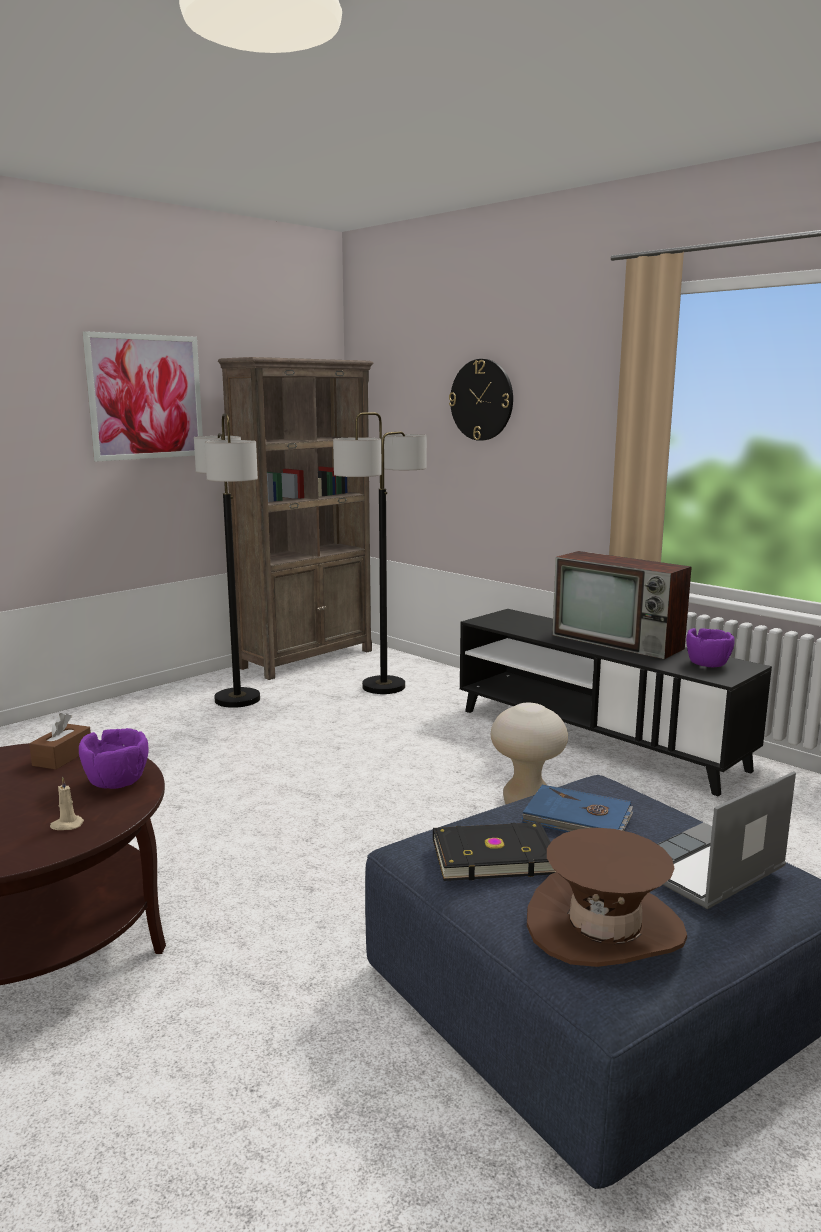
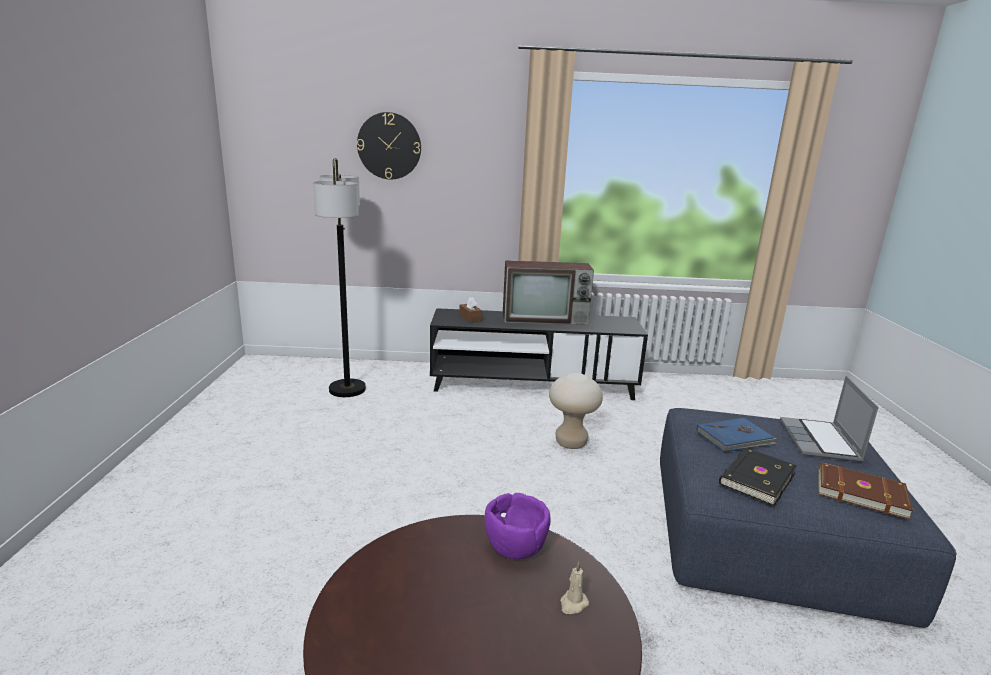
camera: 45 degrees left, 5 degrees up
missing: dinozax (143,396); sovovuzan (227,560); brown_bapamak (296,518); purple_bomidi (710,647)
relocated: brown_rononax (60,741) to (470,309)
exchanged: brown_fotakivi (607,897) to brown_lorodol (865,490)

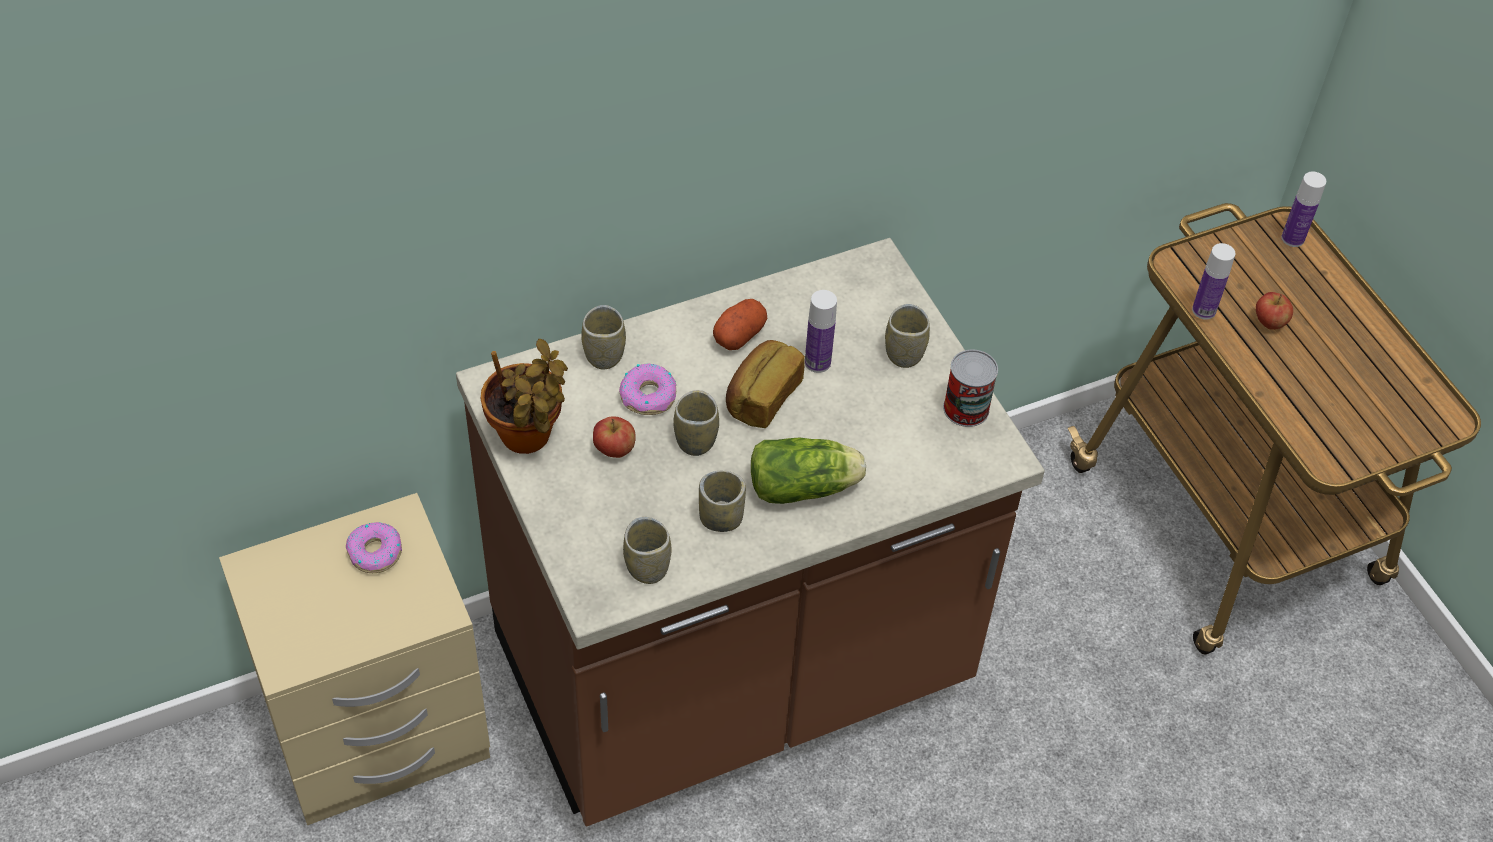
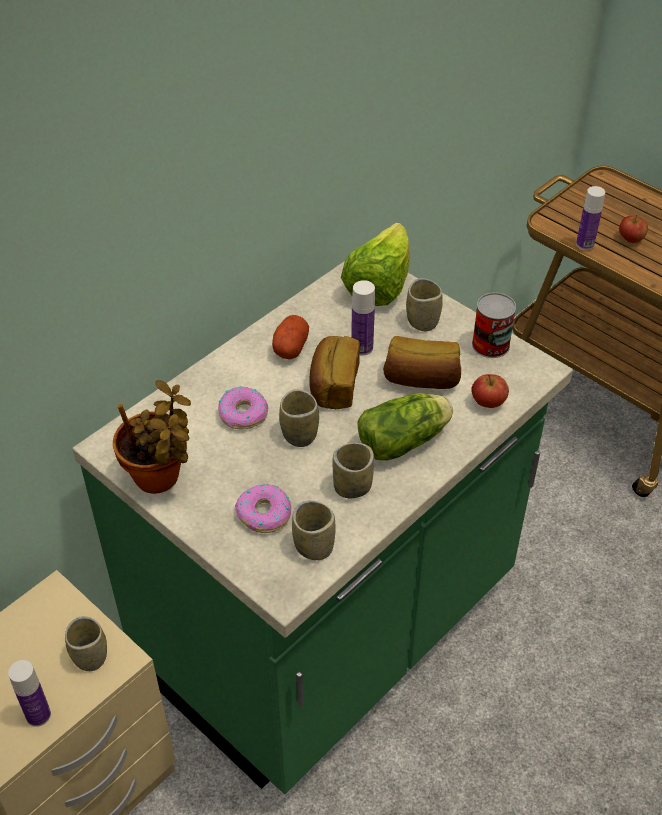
camera: 20 degrees left, 5 degrees down
appeared: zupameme (375,264); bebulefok (422,362)
relocated: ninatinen (1303,209) to (29,693); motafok (603,337) to (86,643); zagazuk (374,547) to (263,508); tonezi (614,437) to (490,391)
colour: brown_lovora (750,532) to green_lovora (322,527)

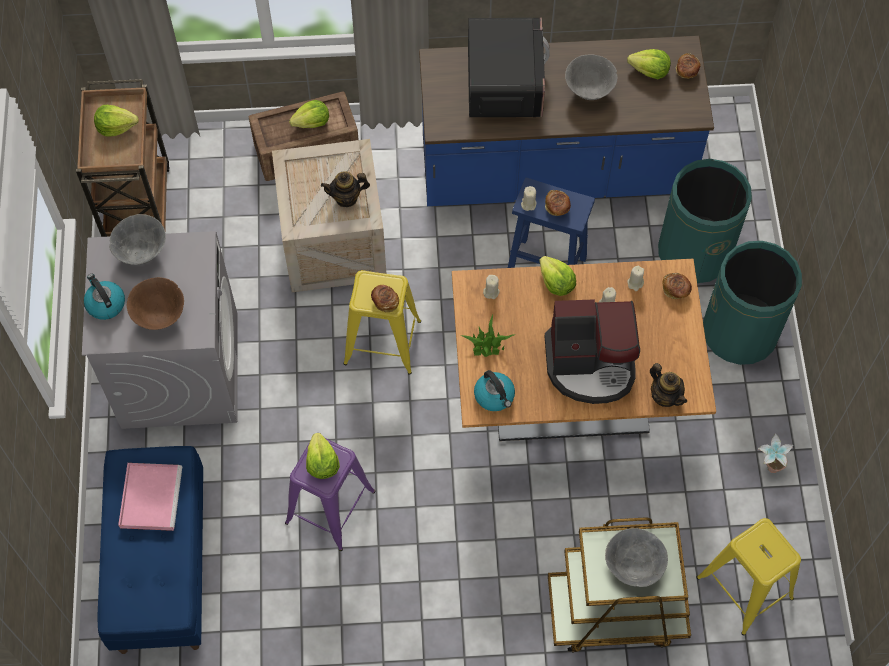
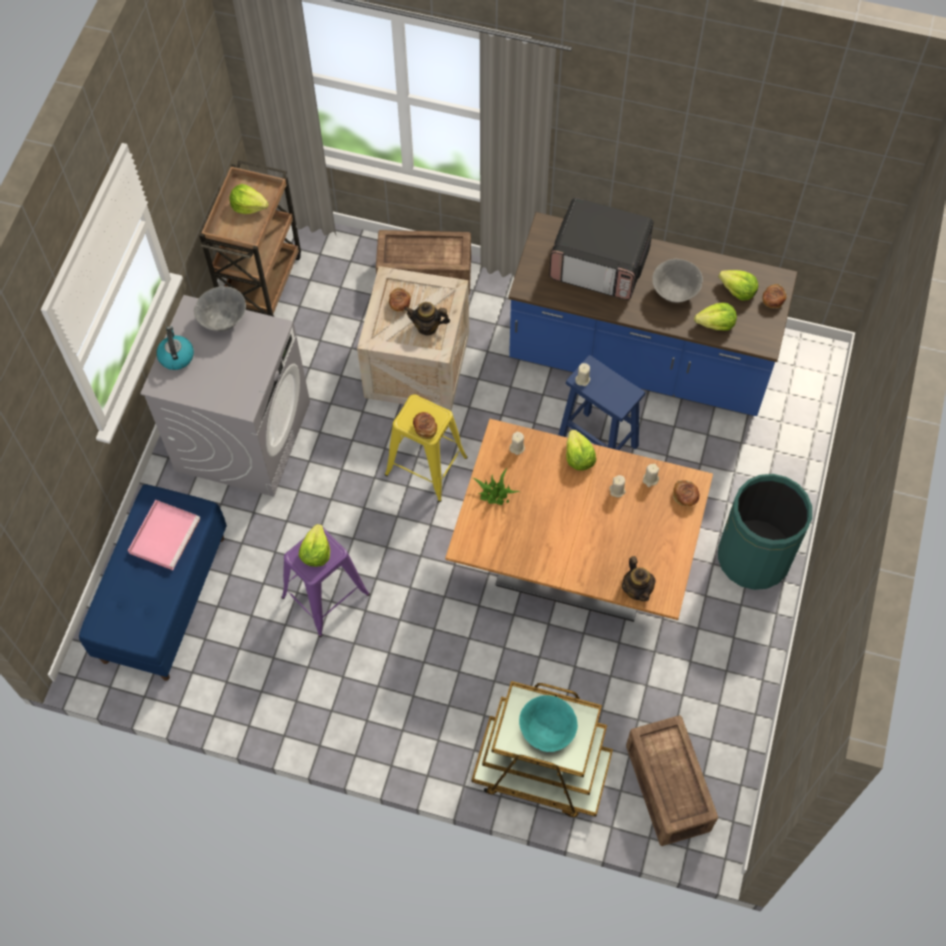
camera: 20 degrees right, 0 degrees up
missing: brown_bomidi (155,303); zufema (494,390); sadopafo (592,351); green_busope (705,221); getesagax (775,453)
relocated: bebulefok (558,203) to (400,300); zupameme (309,114) to (715,317)
exchanged: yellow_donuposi (749,577) to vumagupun (672,780)
colour: grey_bomidi (636,557) to turquoise_bomidi (548,723)
spun: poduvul (509,67) = (601,249) 90 degrees clockwise

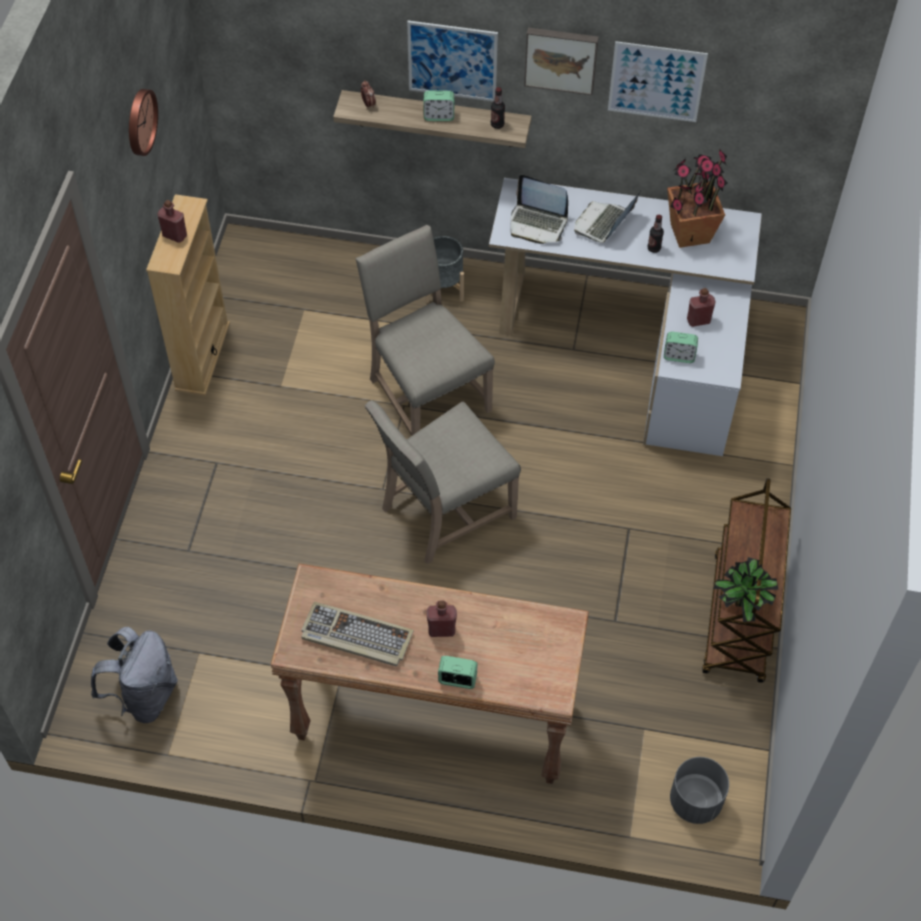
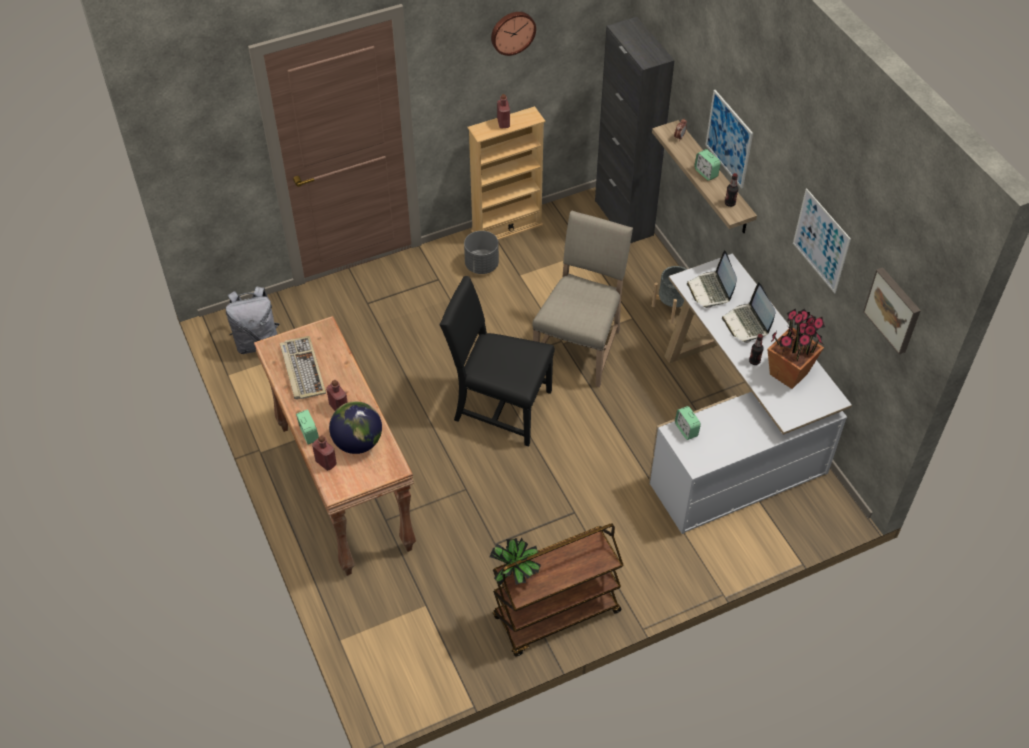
camera: 55 degrees right, 5 degrees down
appeared: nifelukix (355,427); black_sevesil (635,130)
relocated: red_ninatinen (701,307) to (324,453); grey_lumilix (699,790) to (481,252); dinozax (561,61) to (892,310)
colour: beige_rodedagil (443,482) to black_rodedagil (497,361)
spun: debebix (607,216) = (749,312) 105 degrees counterclockwise

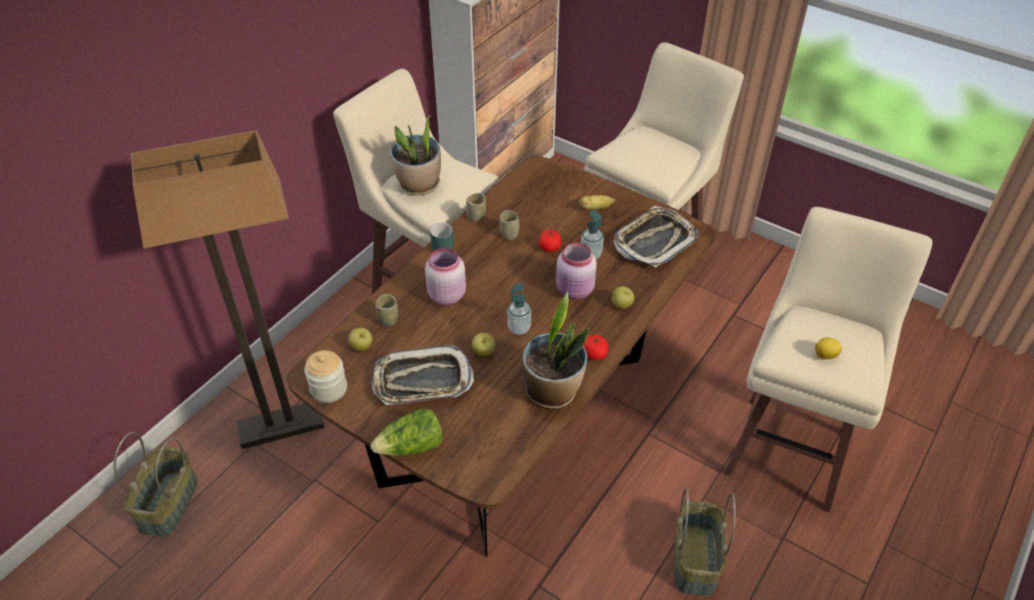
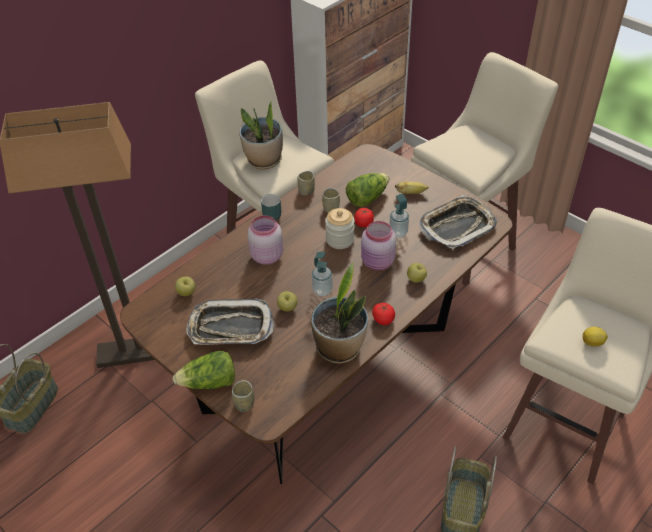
camera: 10 degrees right, 0 degrees up
appeared: zupameme (368,190)
relocated: motafok (386,310) to (243,396); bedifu (325,376) to (340,228)

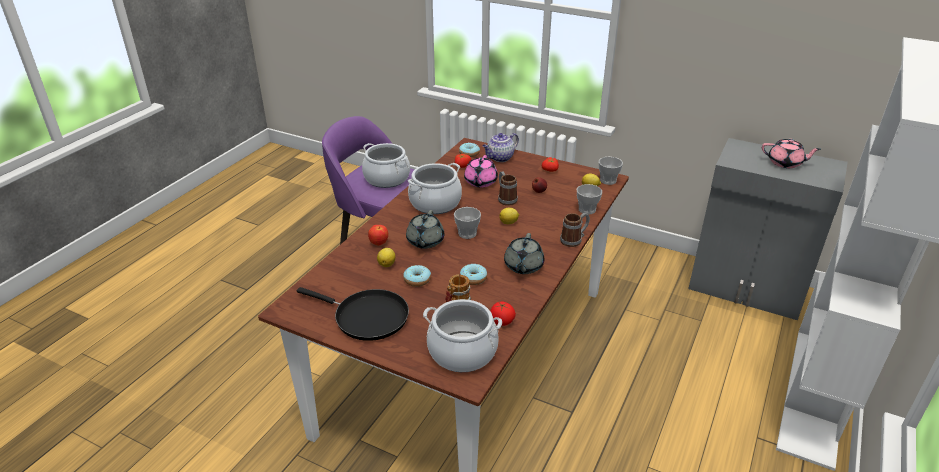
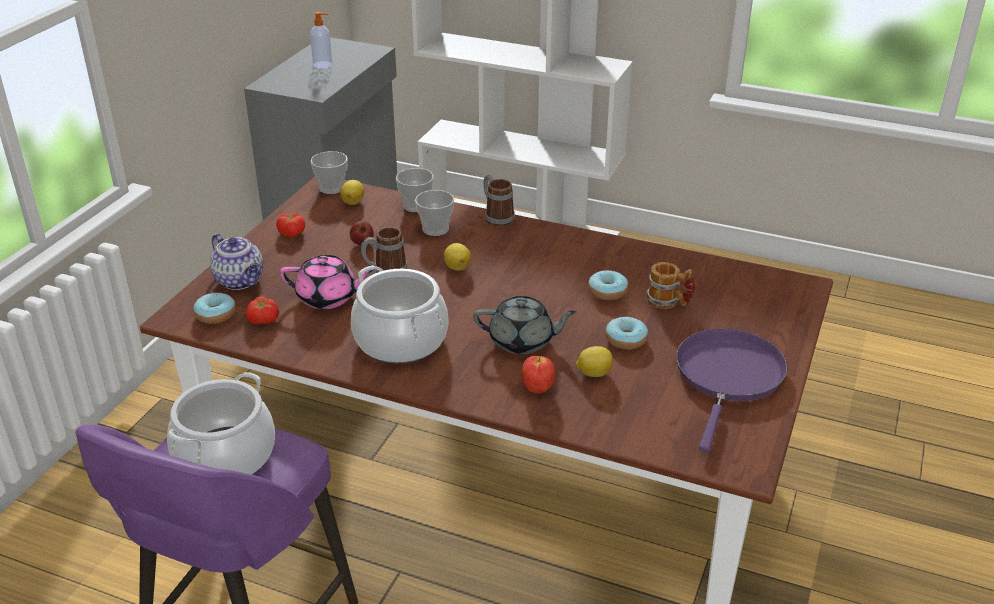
camera: 95 degrees left, 0 degrees up
missing: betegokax (462,335); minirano (503,313); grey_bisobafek (524,253)
relocated: motafok (467,223) to (434,213)
exchanged: pink_bisobafek (791,153) to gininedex (321,40)
colour: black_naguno (353,314) to purple_naguno (731,390)

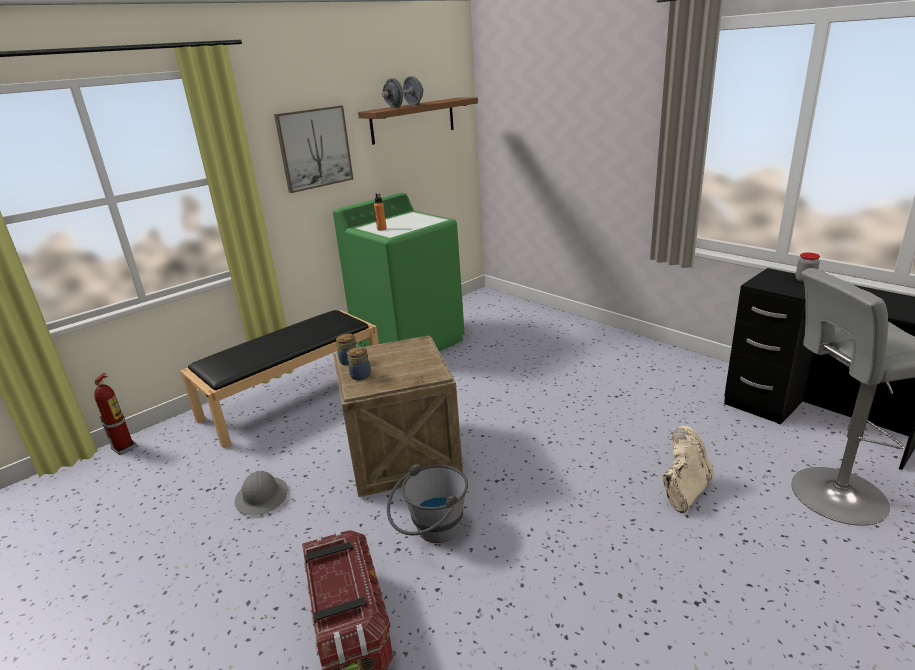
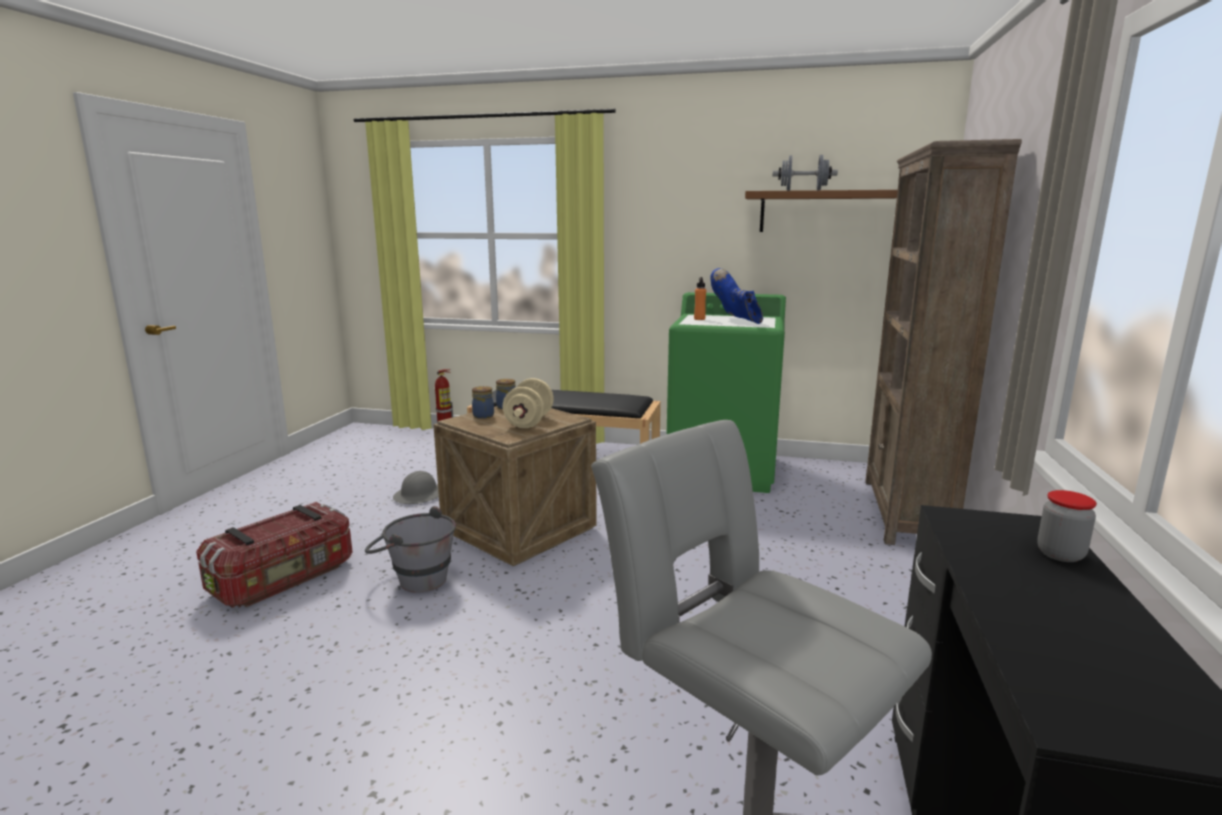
camera: 55 degrees right, 10 degrees down
missing: dinozax (313,149); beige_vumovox (688,469)
appeared: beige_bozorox (528,403); blue_vumovox (736,296); brown_bapamak (943,342)

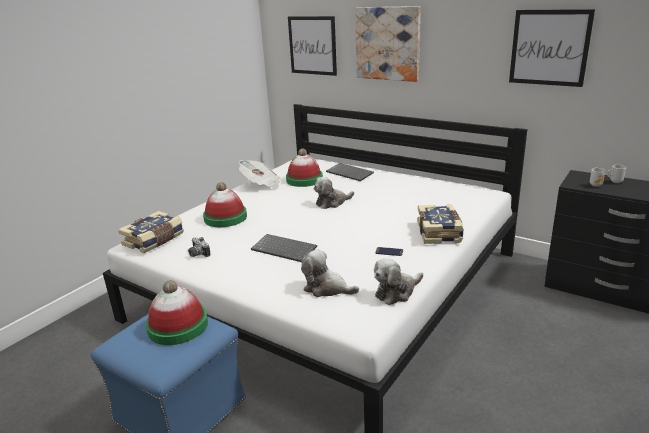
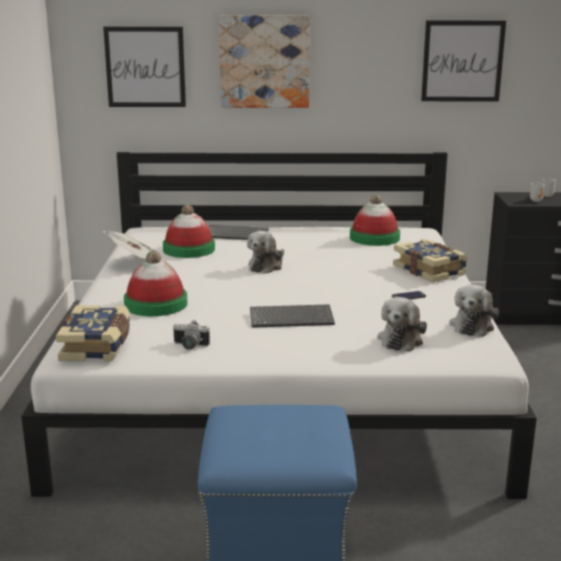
camera: 35 degrees left, 5 degrees down
relocated: fotakivi (177,312) to (375,220)
spun: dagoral (330,273) = (402,324) 60 degrees counterclockwise

